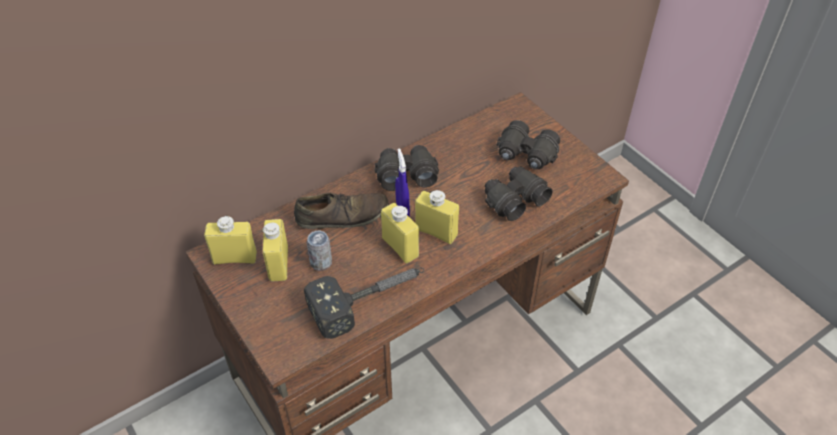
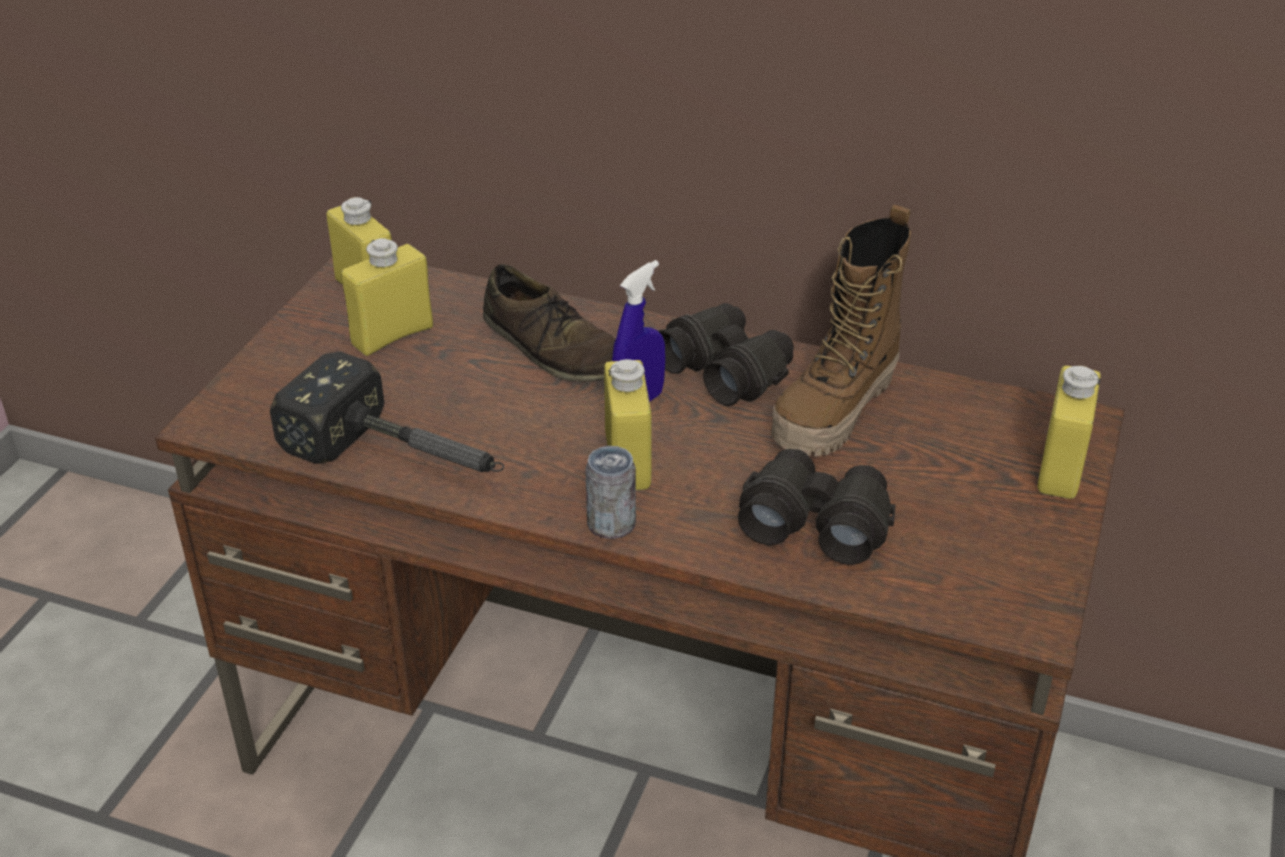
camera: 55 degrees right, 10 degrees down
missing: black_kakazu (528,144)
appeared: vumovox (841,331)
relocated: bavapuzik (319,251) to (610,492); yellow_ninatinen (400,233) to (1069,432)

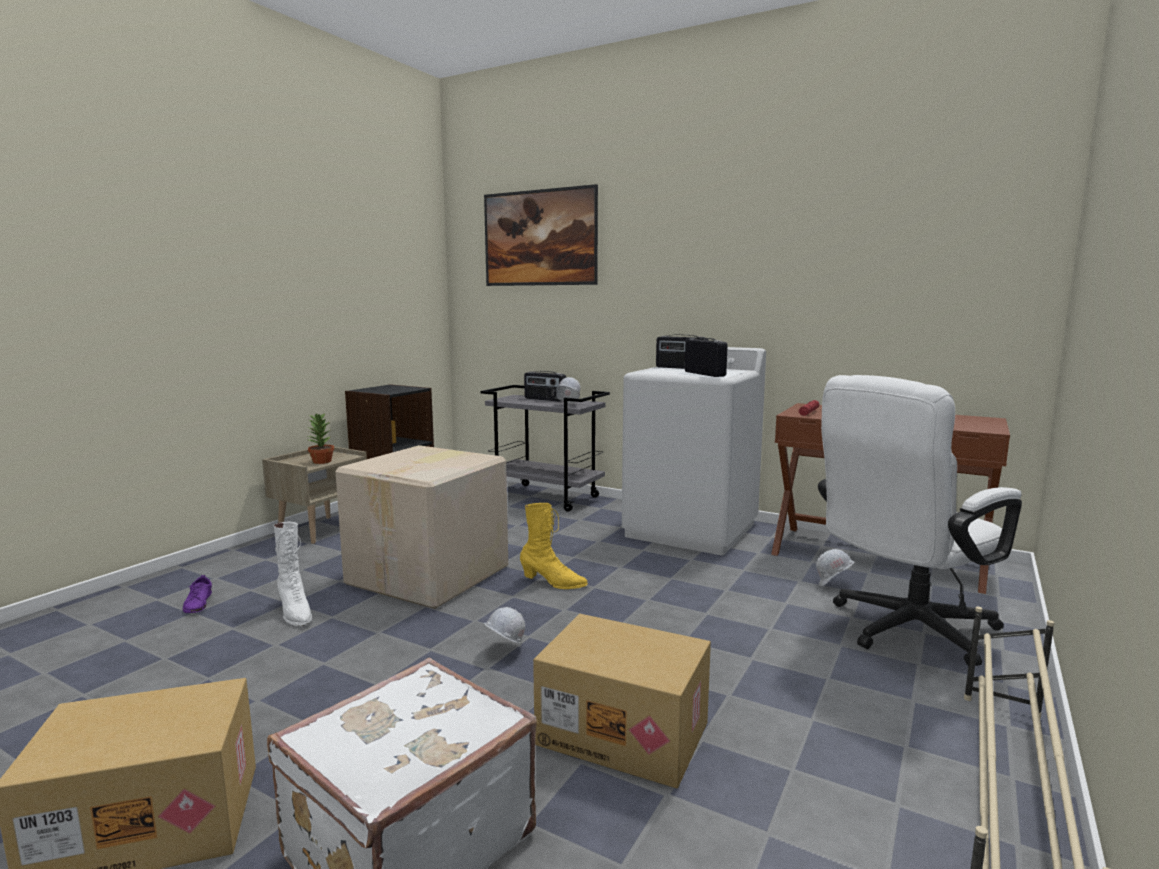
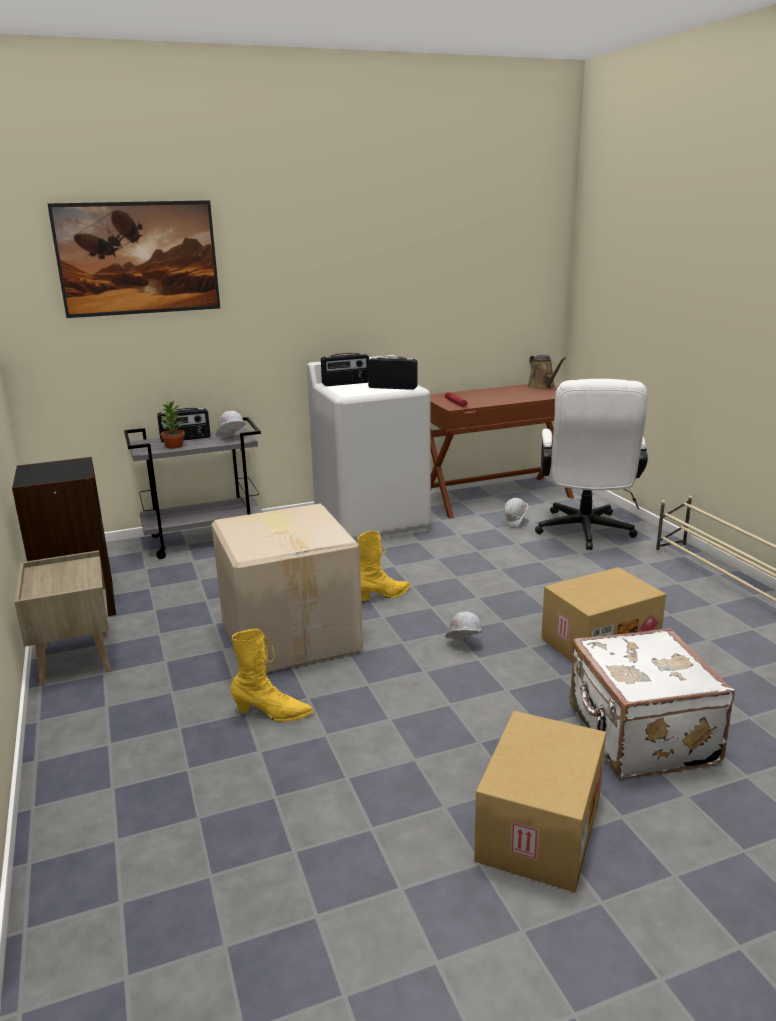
camera: 50 degrees left, 10 degrees up
missing: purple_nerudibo (197,594)
appeared: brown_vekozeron (547,372)
relocated: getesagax (320,439) to (173,424)
colour: white_vumovox (292,574) to yellow_vumovox (271,675)

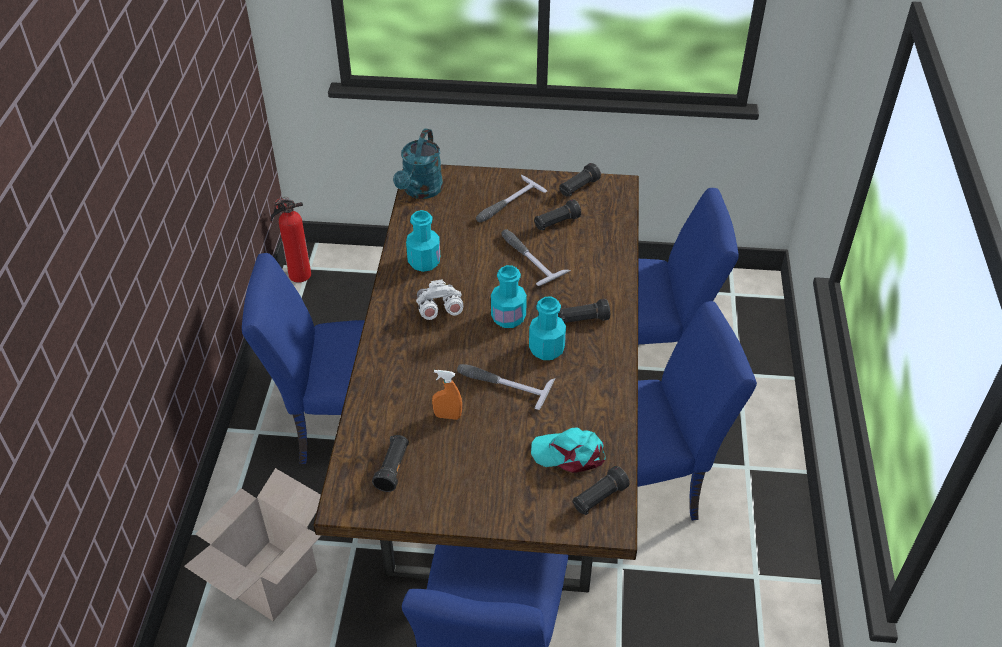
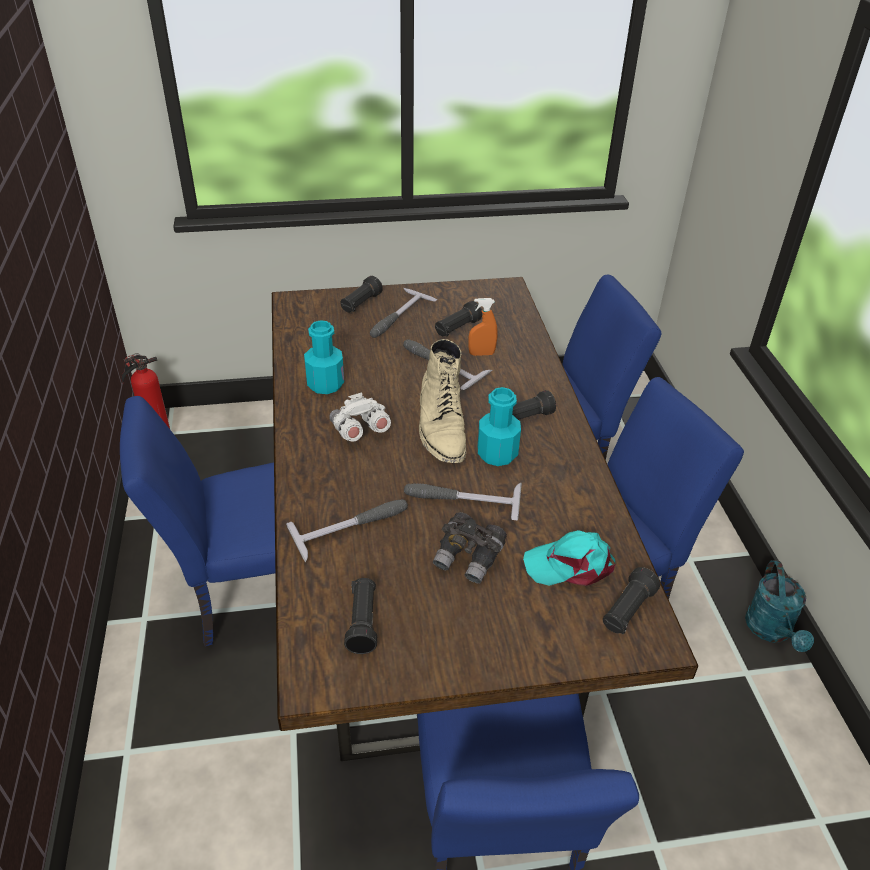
camera: 15 degrees left, 5 degrees down
missing: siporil (253,544)
appeared: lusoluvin (347,530); grey_kakazu (470,548)
relocated: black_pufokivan (580,180) to (361,294); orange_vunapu (447,395) to (482,327); turquoise_vekozeron (418,164) to (779,606)
exchanged: turquoise_ninatinen (509,296) to beige_vumovox (442,401)

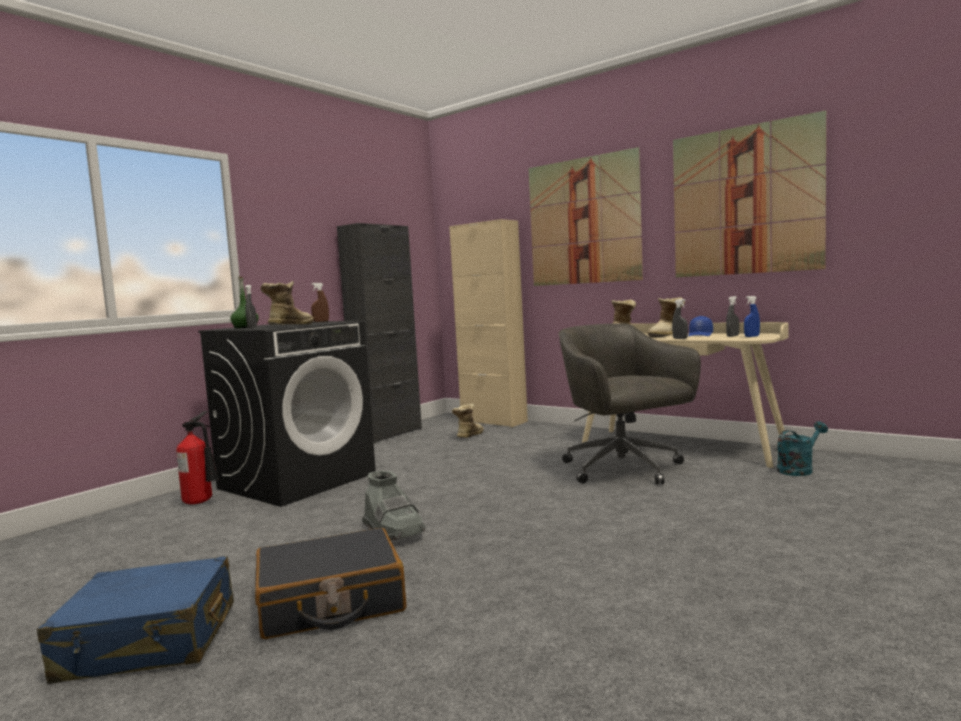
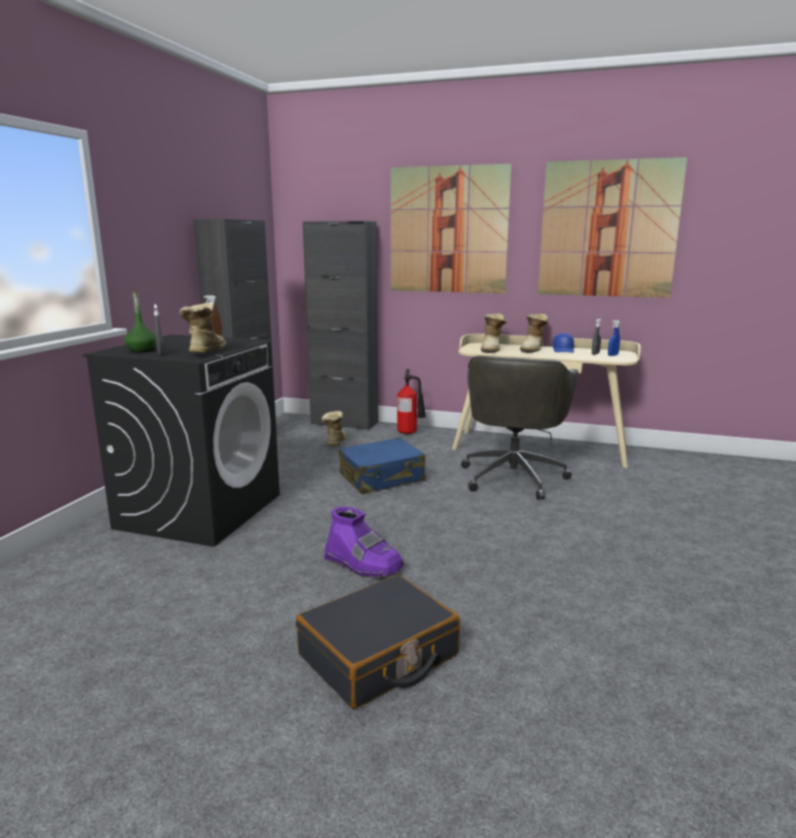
camera: 20 degrees left, 10 degrees up
missing: grey_vunapu (680,319); turquoise_vekozeron (802,448)
relocated: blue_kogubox (135,620) to (382,465); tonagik (197,457) to (411,401)
colour: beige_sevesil (488,323) to black_sevesil (340,325); grey_vumovox (394,505) to purple_vumovox (364,542)
spun: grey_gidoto (630,404) = (519,428) 120 degrees counterclockwise

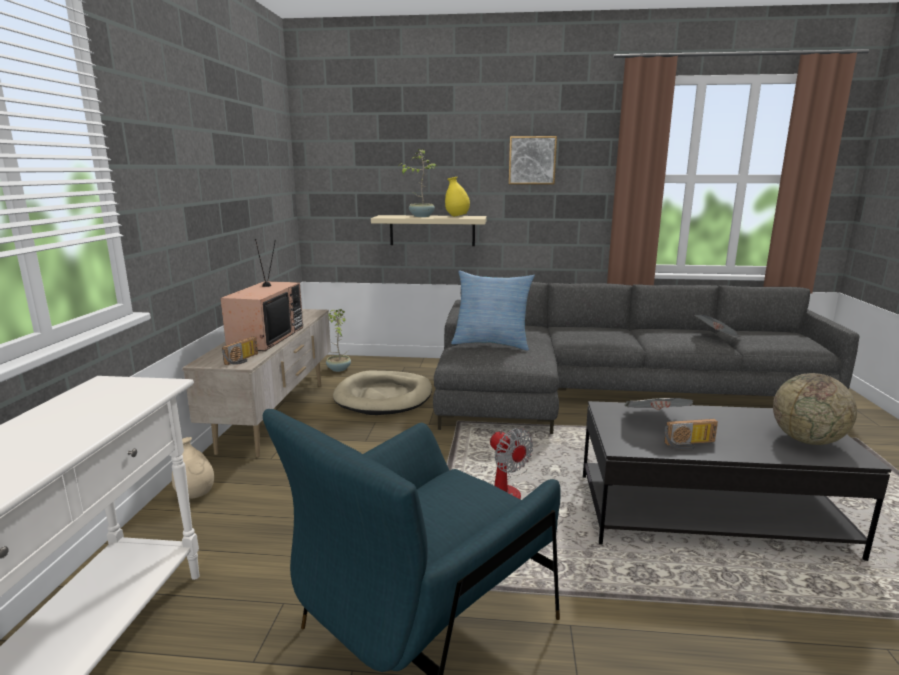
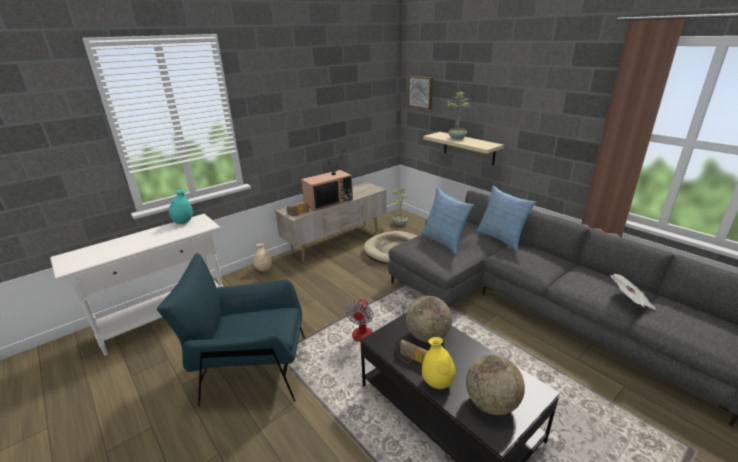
camera: 45 degrees right, 10 degrees up
appeared: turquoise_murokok (181,207); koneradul (506,218)
relocated: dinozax (533,160) to (420,92); yellow_murokok (457,197) to (438,363)
exchanged: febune (658,404) to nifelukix (429,319)

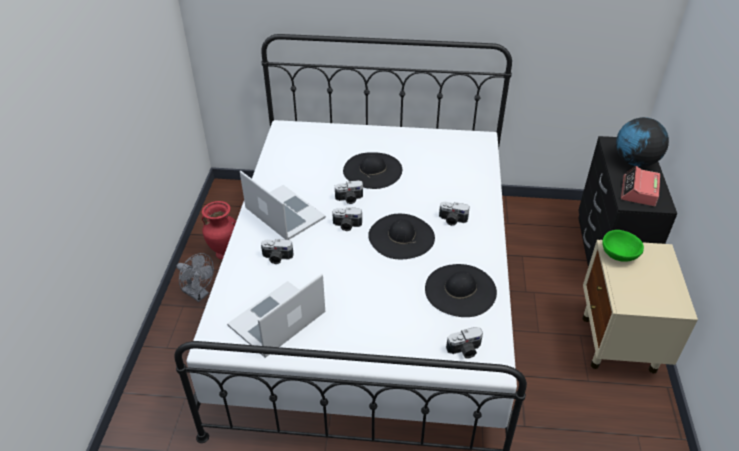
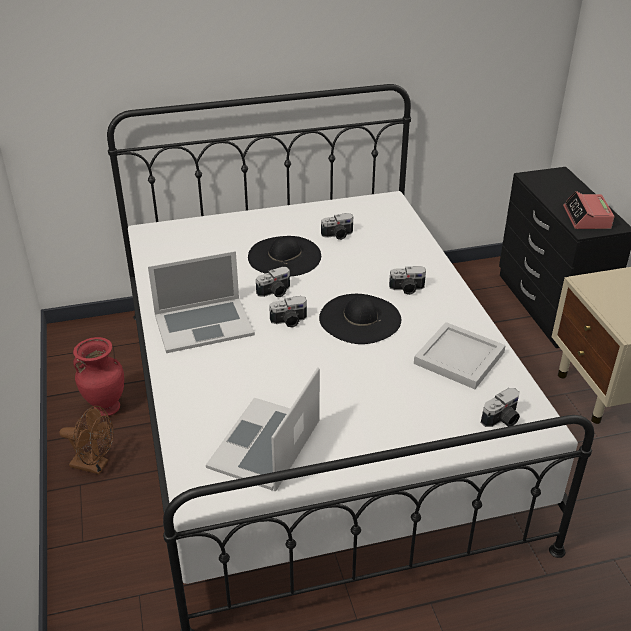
camera: 20 degrees left, 5 degrees down
missing: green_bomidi (623,246); nifelukix (642,142)
relocated: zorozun (277,251) to (337,226)
exchanged: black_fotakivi (461,290) to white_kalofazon (460,355)
colour: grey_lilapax (195,277) to brown_lilapax (86,440)
spun: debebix (283,205) = (201,302) 135 degrees clockwise

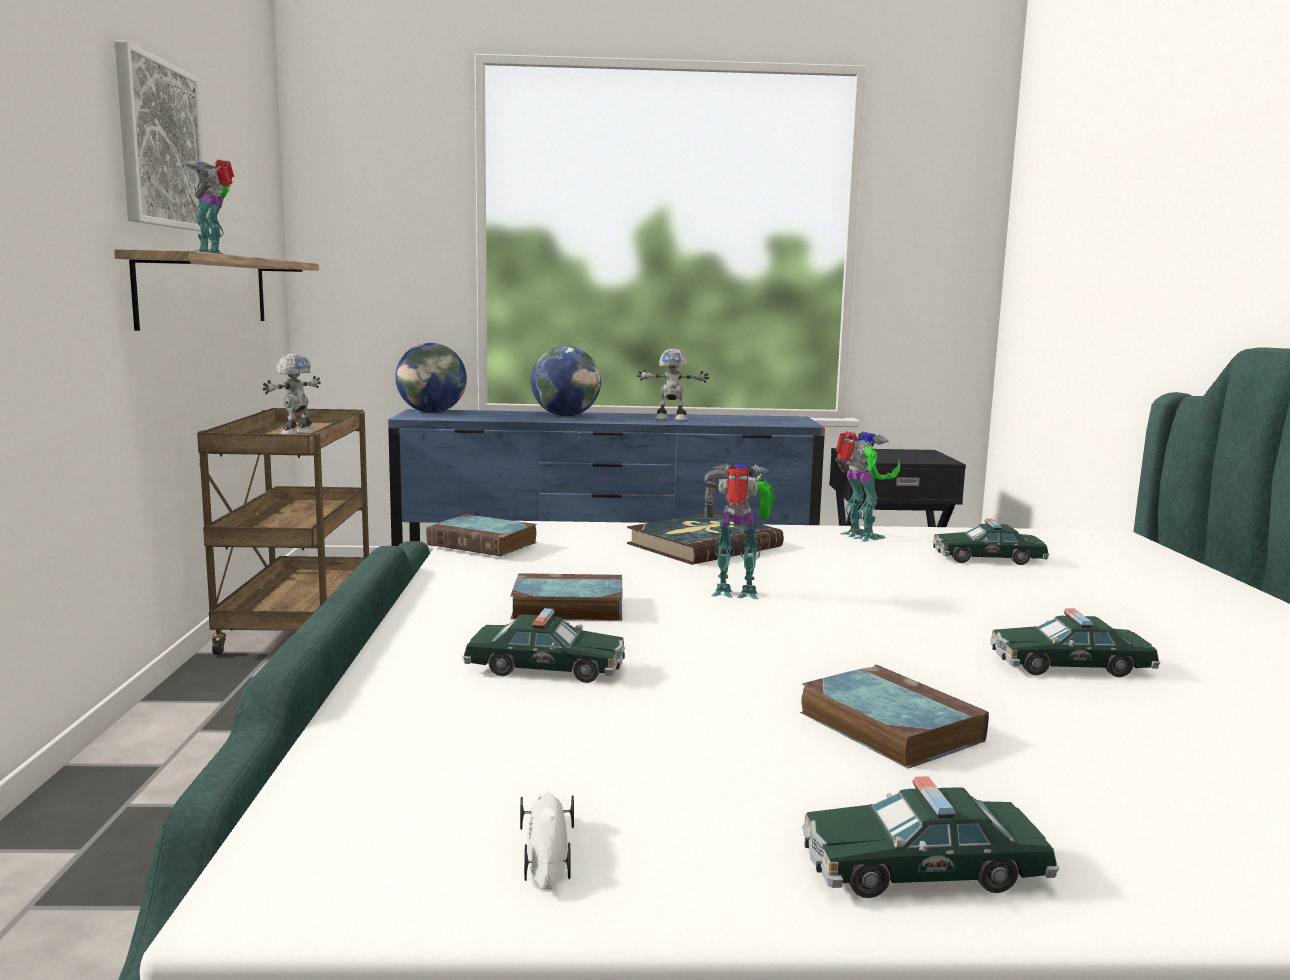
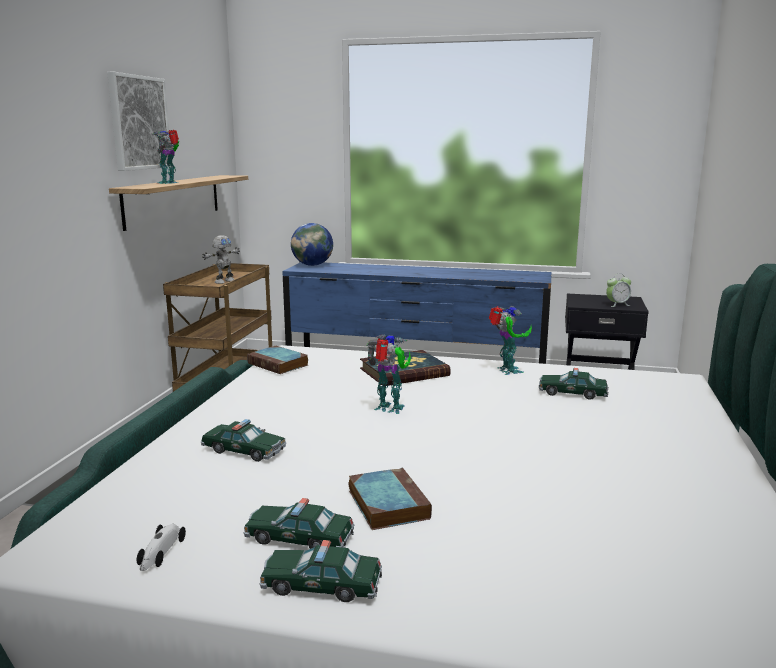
camera: 15 degrees right, 5 degrees up
missing: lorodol (566,597); nifelukix (566,381); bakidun (673,385)
appeared: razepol (618,290)
relocated: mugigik (1075,642) to (299,523)

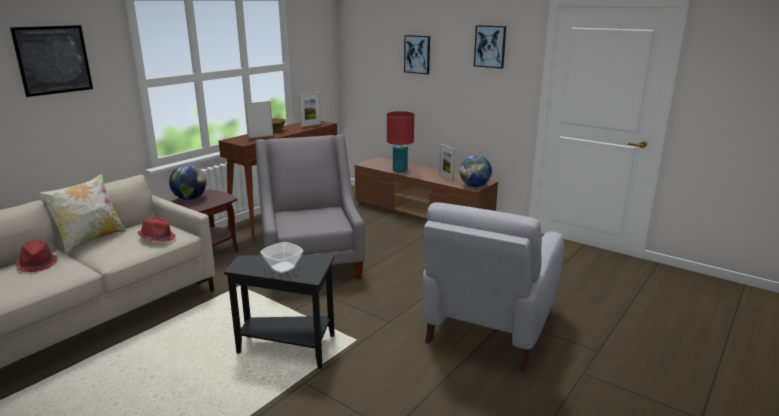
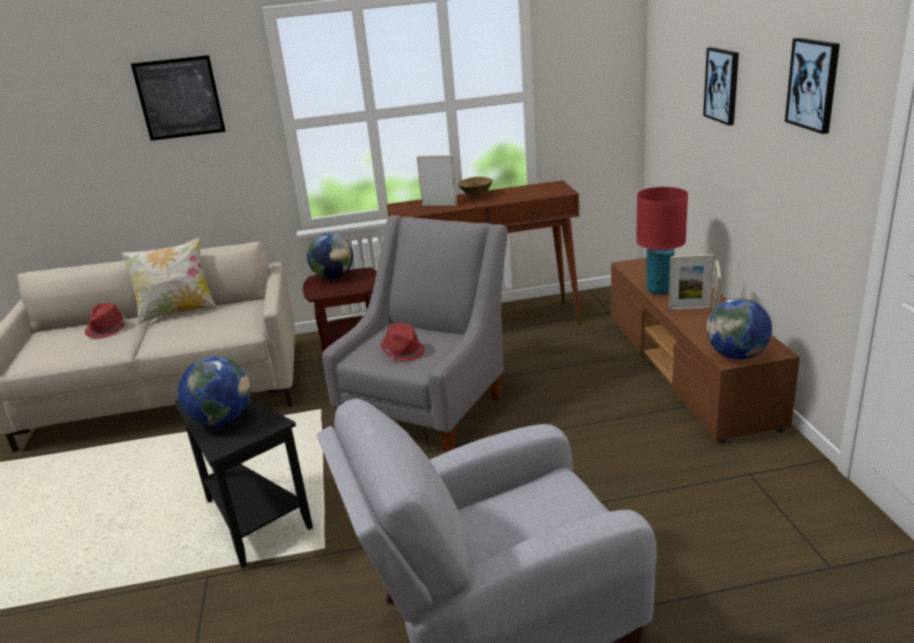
camera: 45 degrees right, 5 degrees up
relocated: red_fotakivi (156,229) to (402,342); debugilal (310,109) to (691,282)
exchanged: bomidi (282,257) to nifelukix (214,391)

